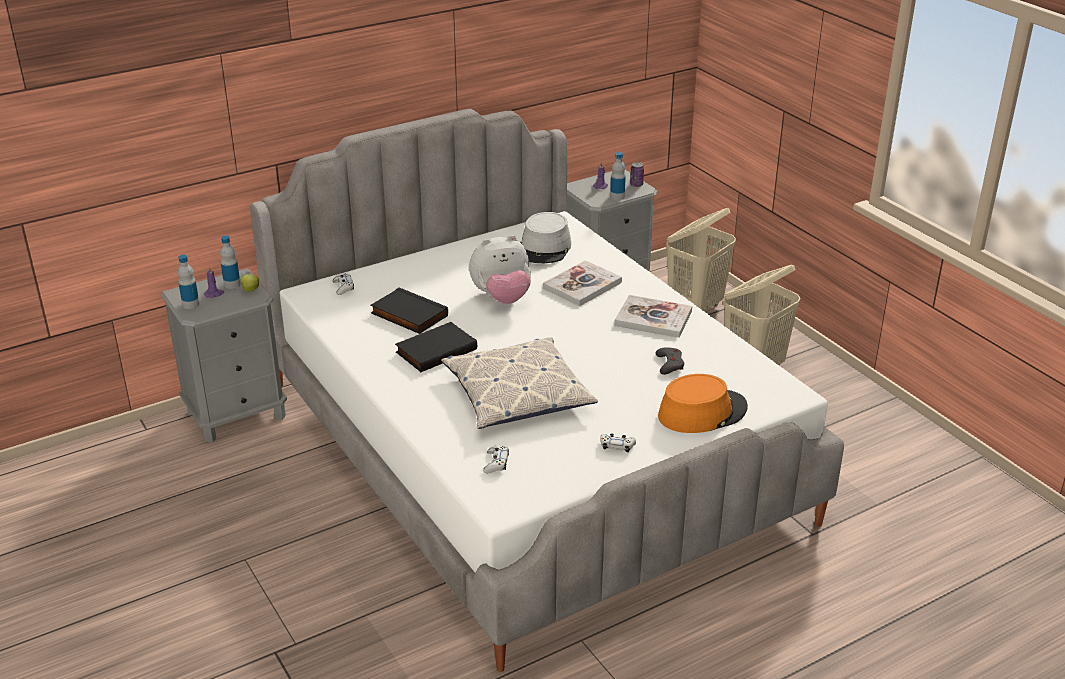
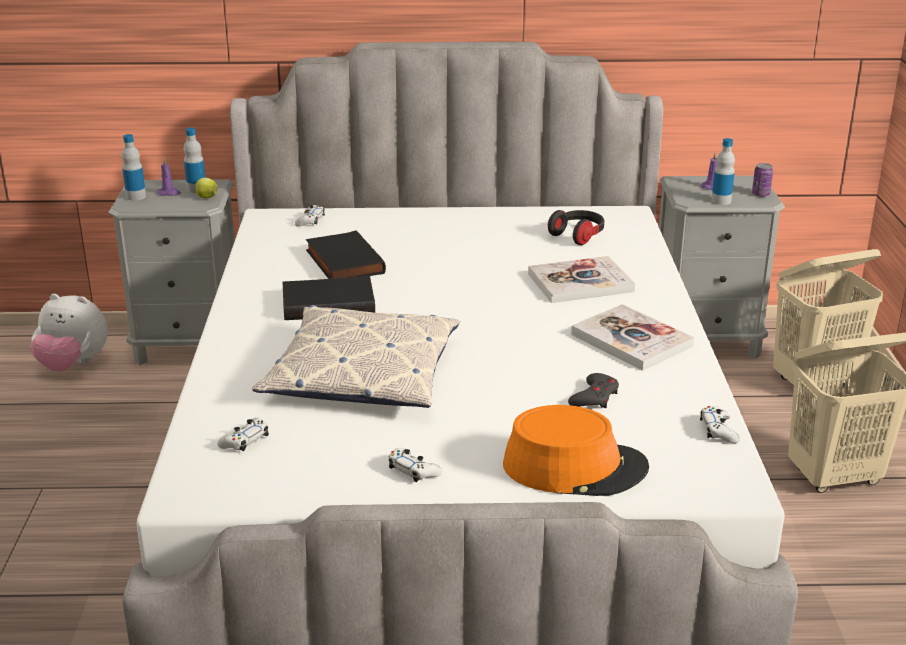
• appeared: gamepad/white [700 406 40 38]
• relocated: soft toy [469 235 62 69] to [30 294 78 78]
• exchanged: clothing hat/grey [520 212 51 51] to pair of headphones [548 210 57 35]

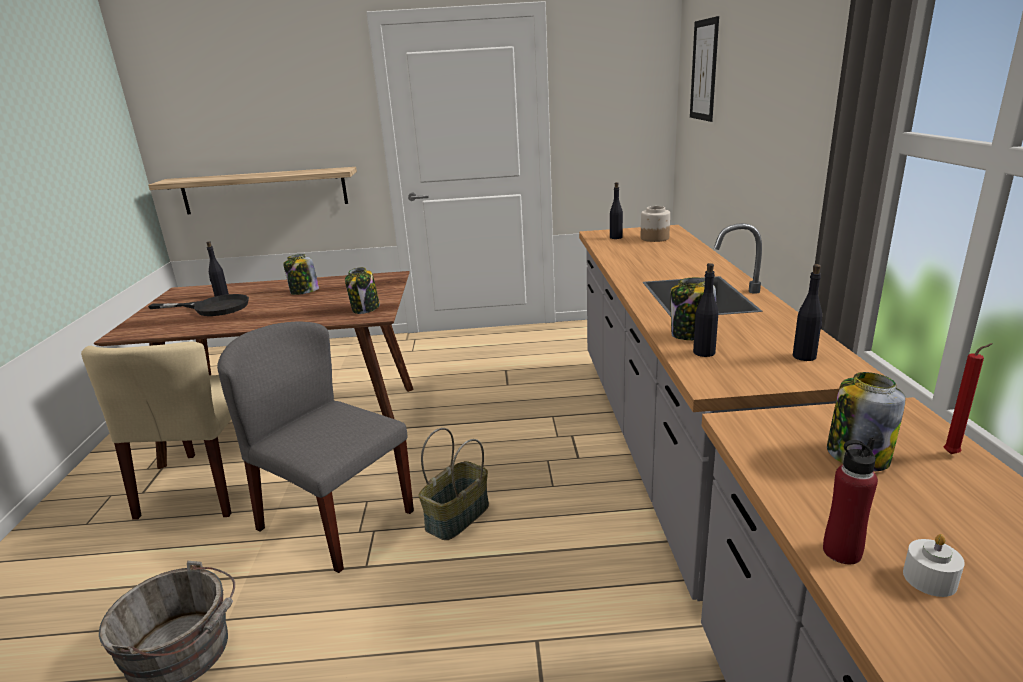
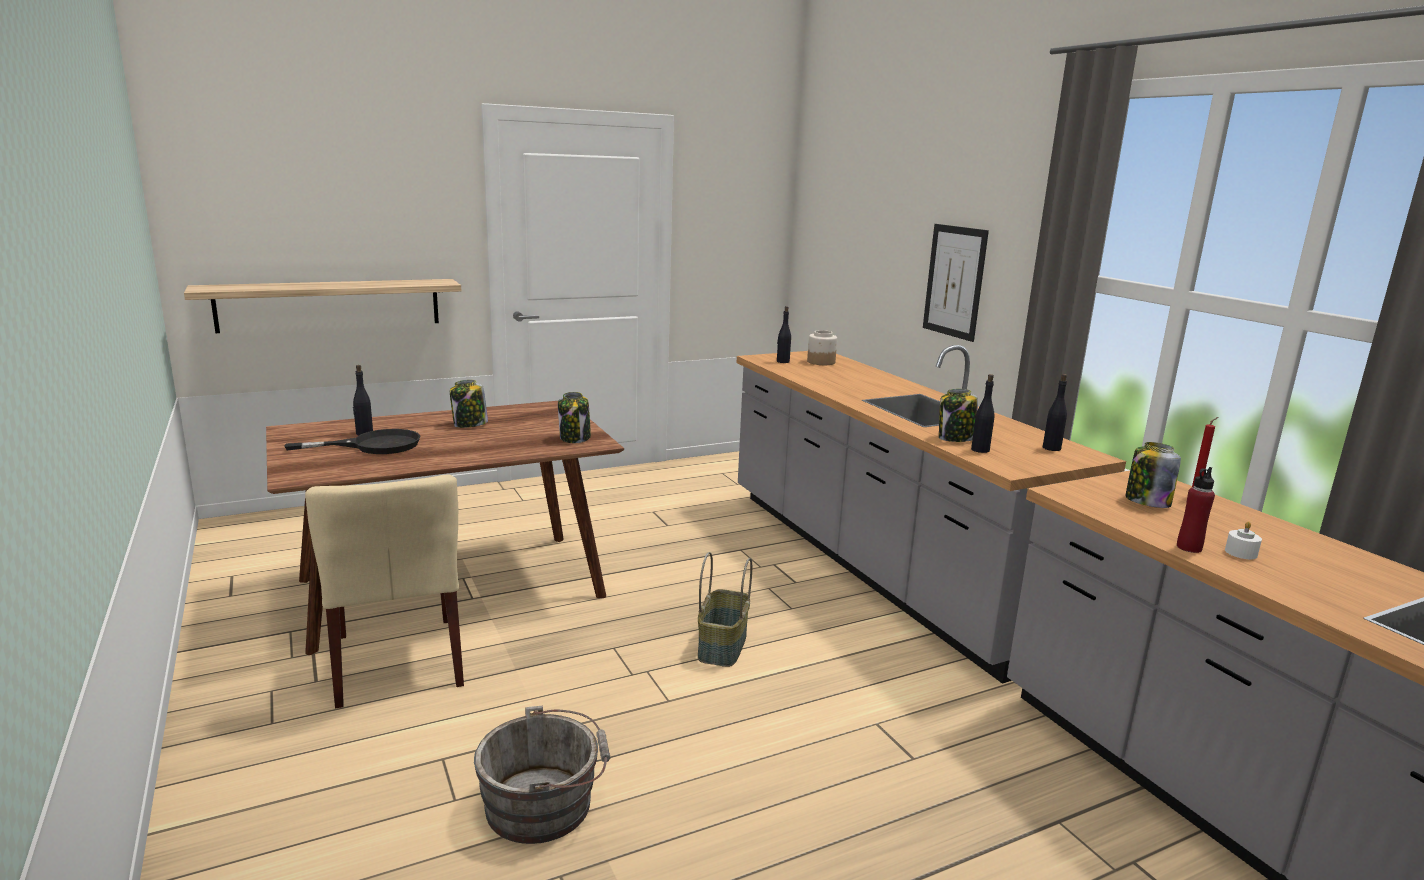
• missing: plain chair/grey [217 321 197 252]
• relocated: wall art [690 16 29 106] to [923 224 66 118]

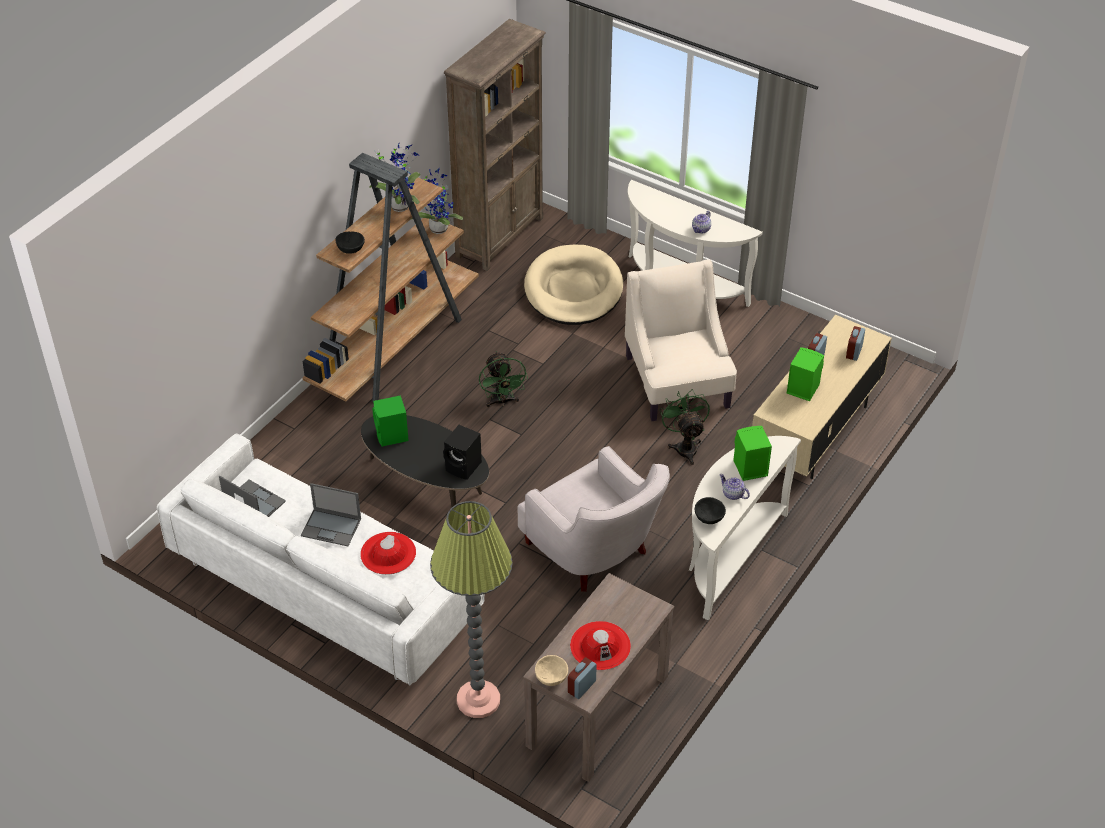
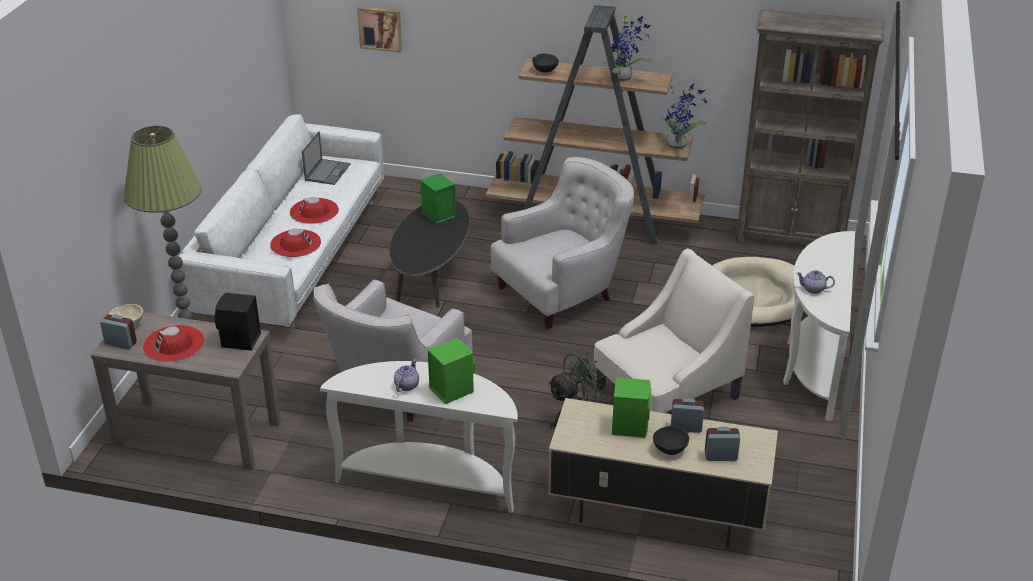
• appeared: wall art [357 6 45 47]
• relocated: loudspeaker/black [443 425 39 55] to [215 292 46 59]
• relocated: bowl/black [695 497 31 27] to [653 426 36 29]
• exchanged: portable computer [301 483 60 63] to clothing hat/reddish [290 197 49 27]
• exchanged: cooling fan/green-coloured [479 351 49 56] to armchair/white [491 157 143 172]

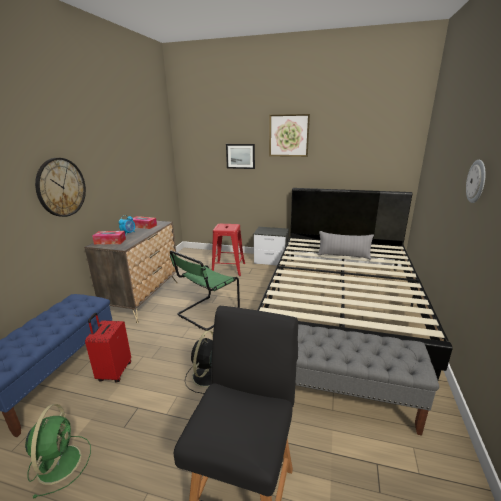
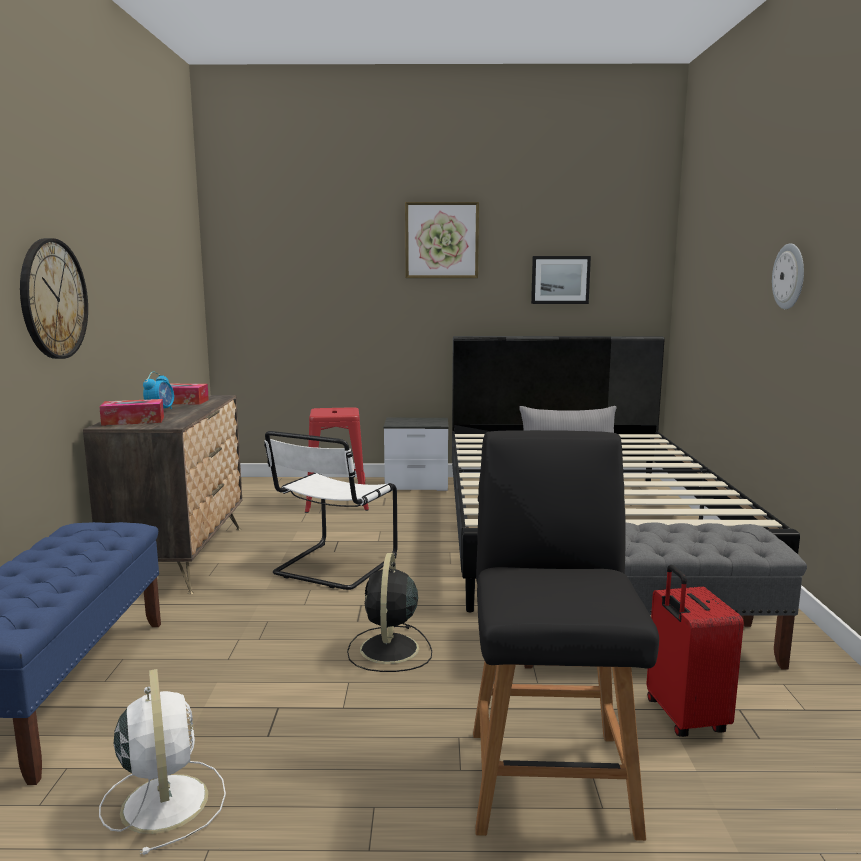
• relocated: travel case/reddish [85 313 46 69] to [647 565 97 172]
• relocated: wall art [226 144 29 25] to [531 256 60 48]
• colour: cooling fan/green-coloured [25 404 66 94] to cooling fan/white [99 669 127 186]
• colour: plain chair/green-coloured [170 250 70 81] to plain chair/white [264 431 134 159]

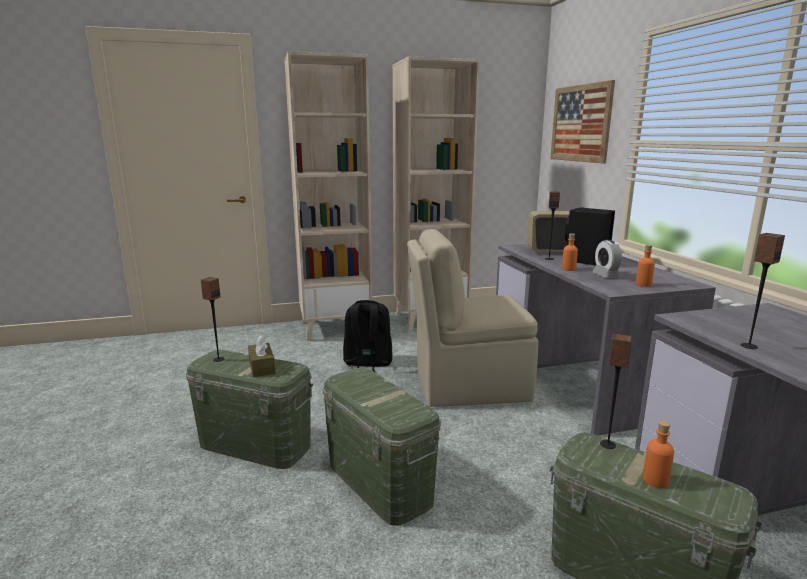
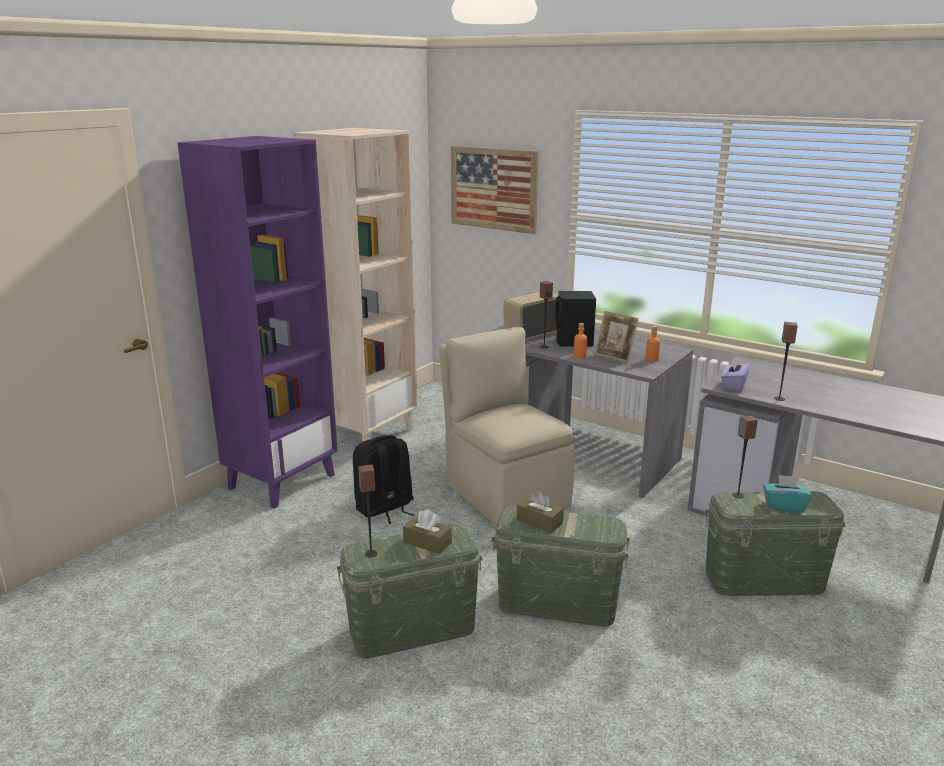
• appeared: box of tissues/brown-coloured [517 491 47 42]
• appeared: box of tissues/purplish [721 357 29 35]
• exchanged: alarm clock [592 240 30 38] to standing frame [595 311 44 51]
• exchanged: bottle/orange [643 421 31 67] to box of tissues/blue-green [763 475 49 38]
• colour: shelving unit/sand-coloured [285 51 87 290] to shelving unit/purplish [177 136 161 373]
• spun: plain chair/sand-coloured [407 229 132 178] = [439 326 136 200] 105 degrees clockwise

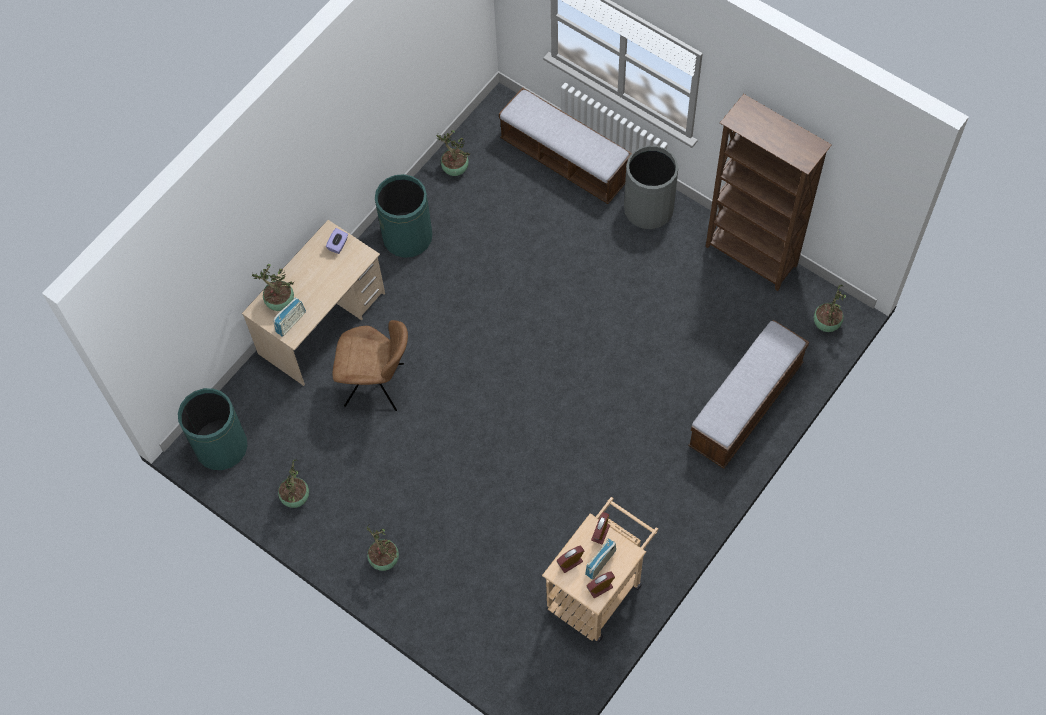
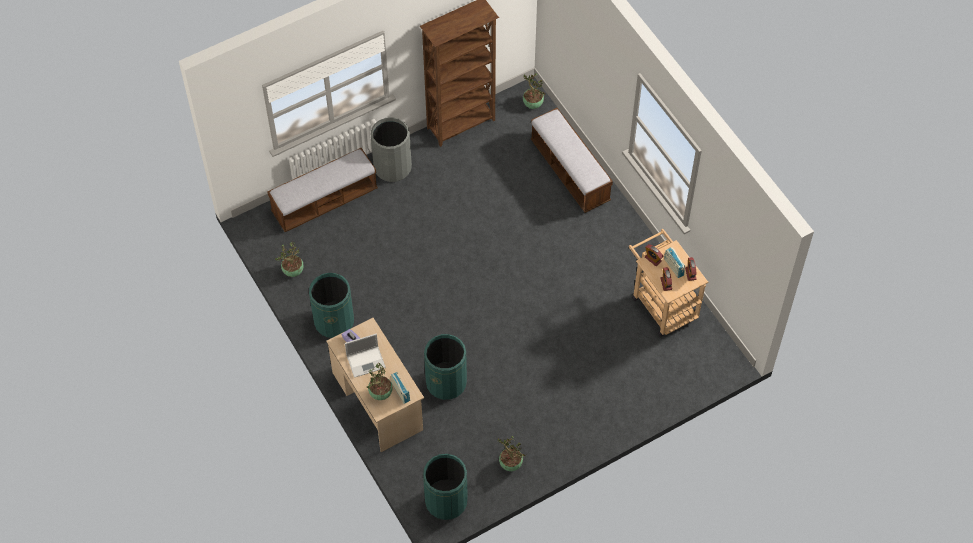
• missing: potted plant [366 524 33 47]
• appeared: portable computer [345 334 41 44]
• exchanged: plain chair/brown-coloured [333 320 75 91] to trash can/green-coloured [424 334 43 66]

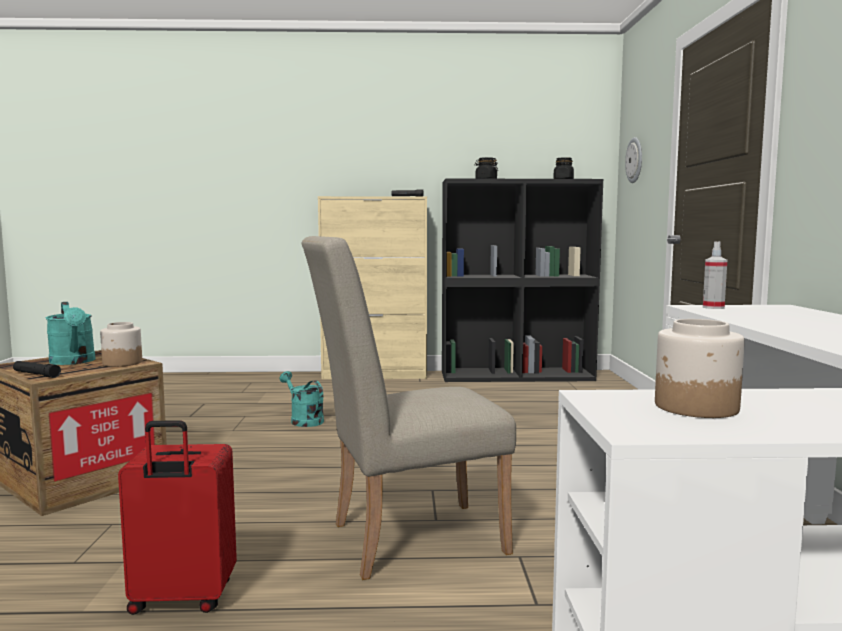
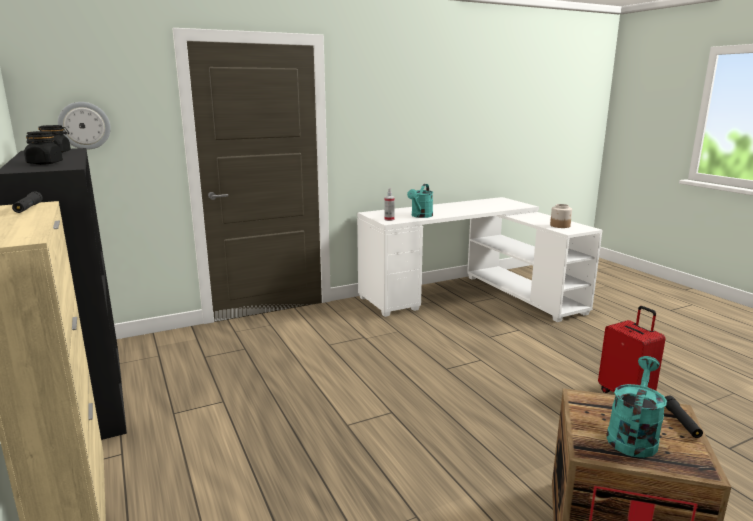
• missing: jar [100 322 42 45]
• missing: plain chair/sand-coloured [302 236 214 344]
• relocated: watering pot/blue-green [280 371 44 56] to [407 184 26 34]

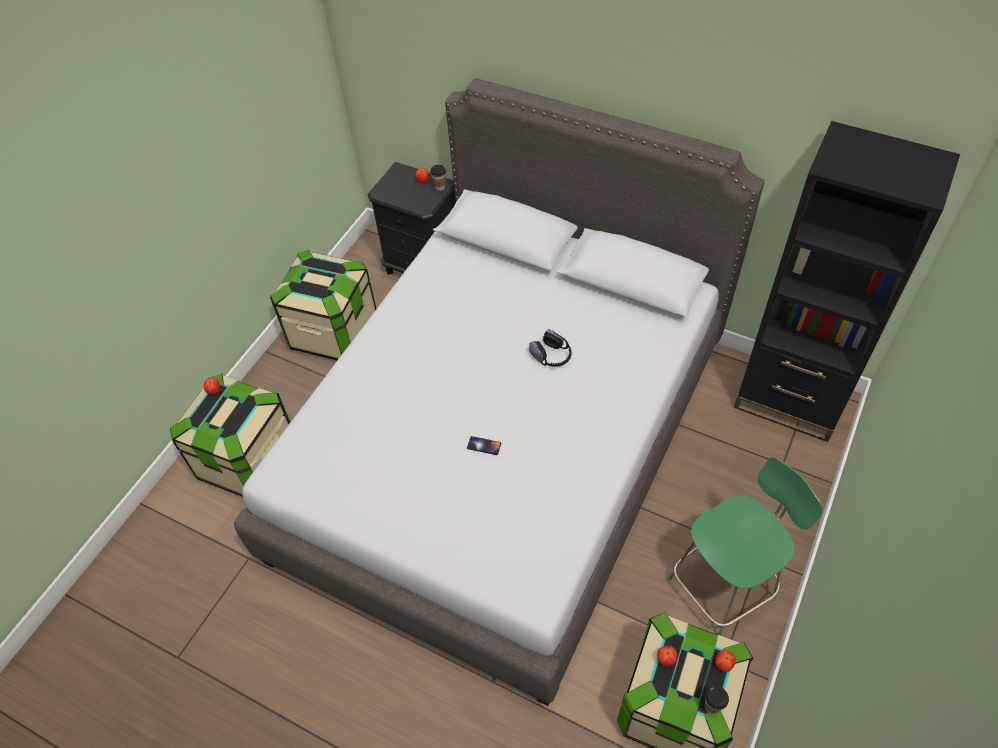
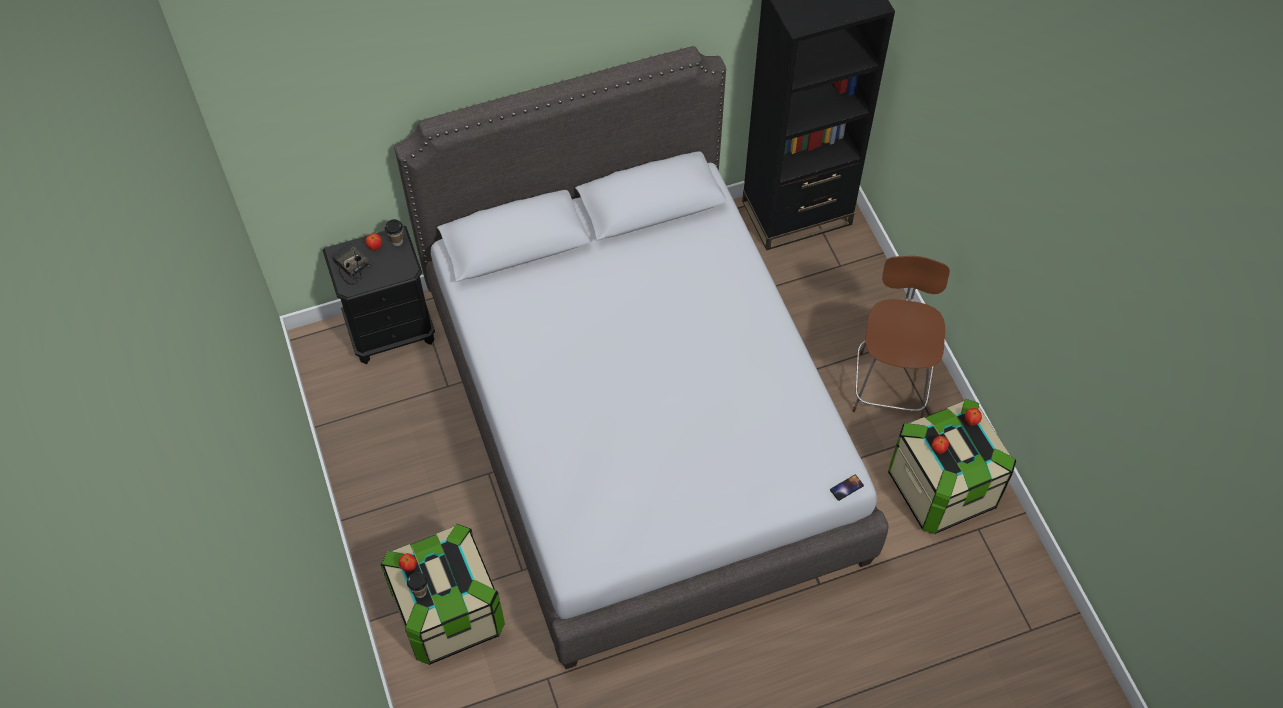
• missing: storage container [270 249 107 111]
• missing: pair of headphones [529 329 43 38]
• appeared: radio [332 243 39 42]
• relocated: phone [467 436 34 19] to [830 475 34 26]
• relocated: small cup [705 686 24 28] to [407 572 20 26]
• colour: plain chair/green-coloured [669 457 154 178] to plain chair/brown-coloured [853 256 97 162]

